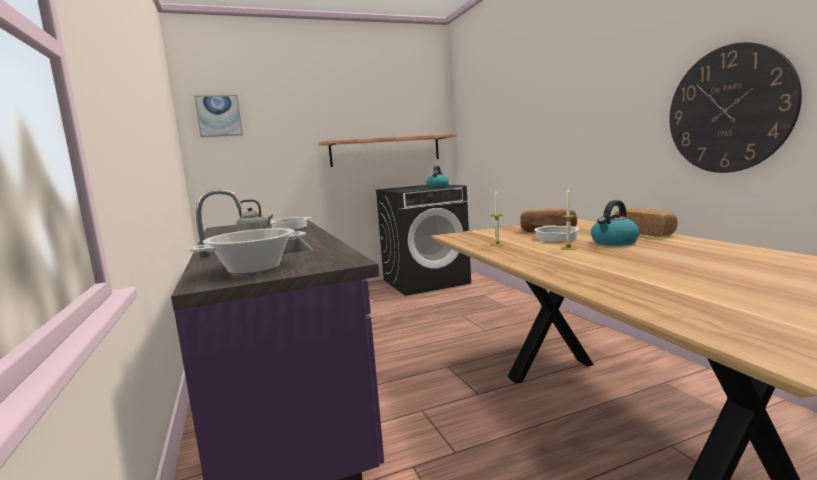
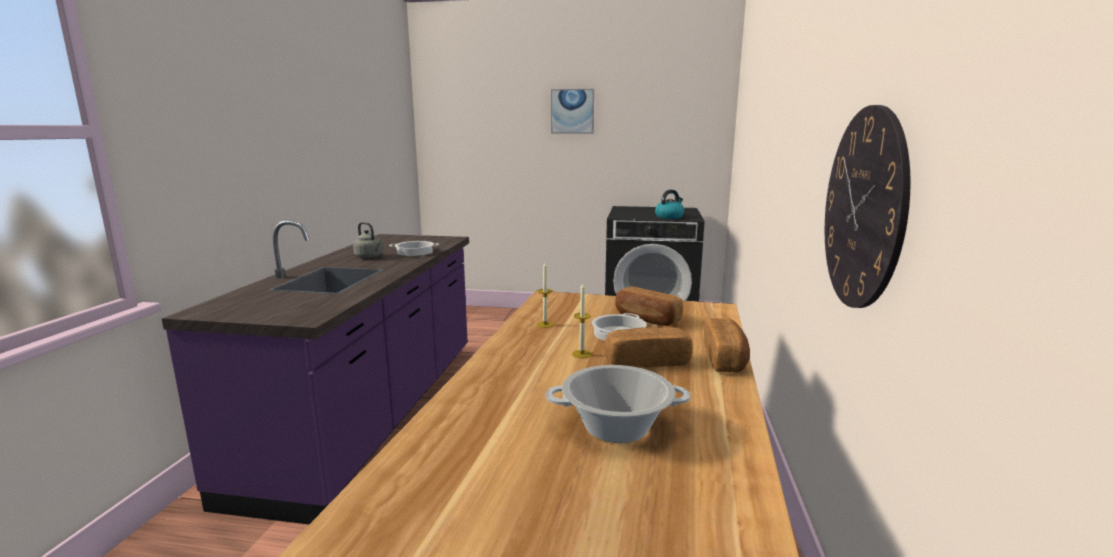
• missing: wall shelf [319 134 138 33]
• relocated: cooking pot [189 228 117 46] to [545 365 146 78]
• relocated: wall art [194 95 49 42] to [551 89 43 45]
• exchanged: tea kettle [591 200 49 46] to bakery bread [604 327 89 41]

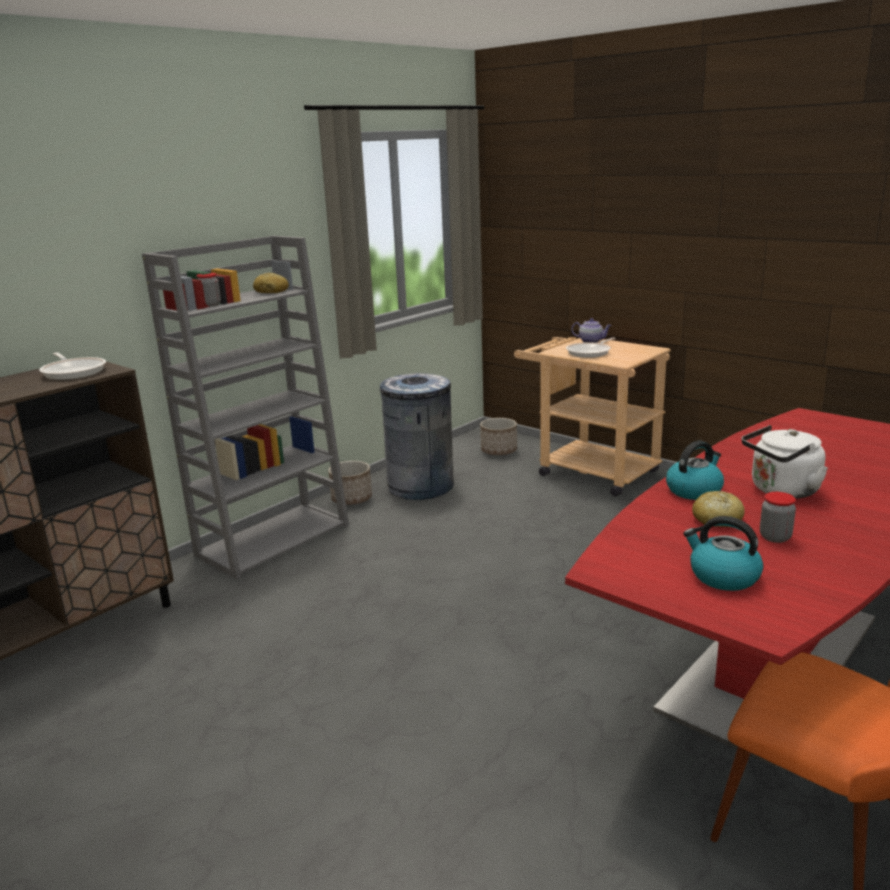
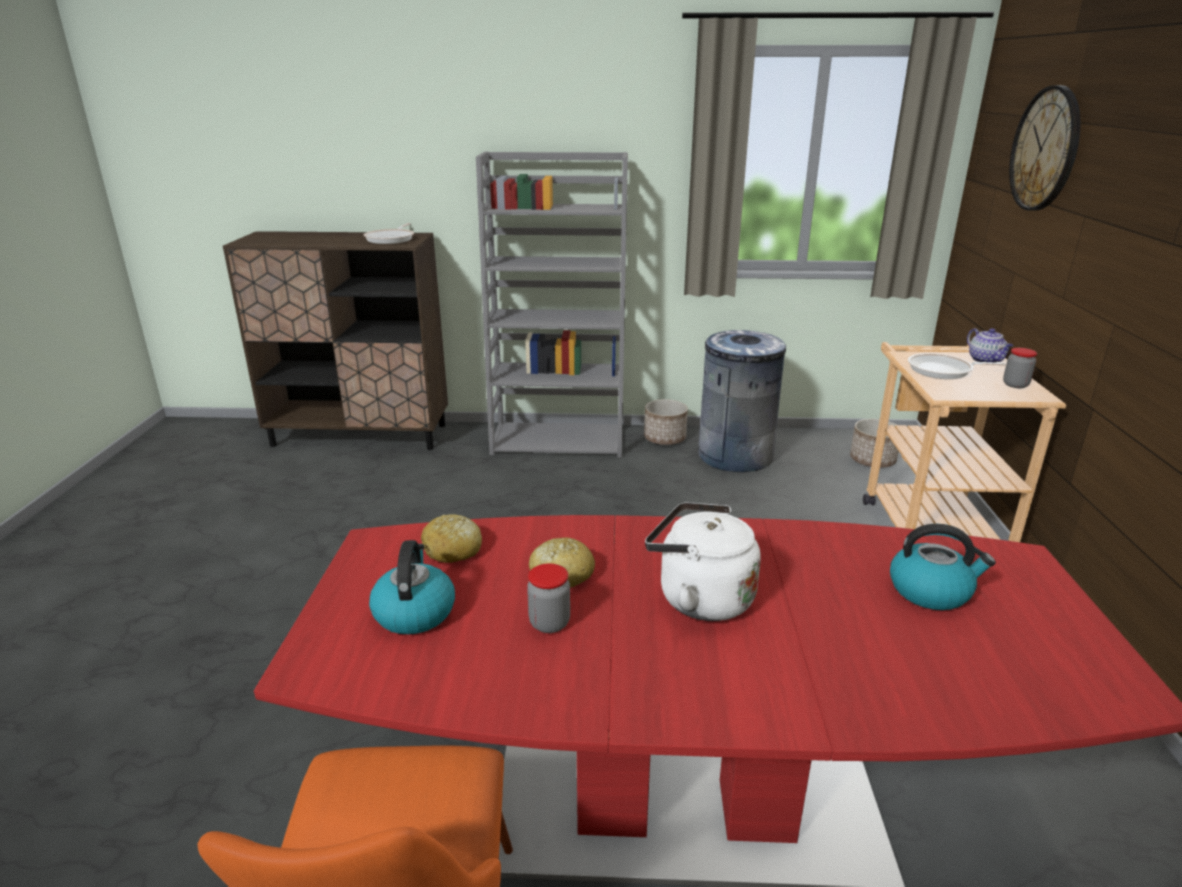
• appeared: clock on the wall [1009 85 71 126]
• relocated: jar [196 273 25 34] to [1003 348 34 40]
• relocated: bakery bread [253 273 36 20] to [421 514 61 49]
• relocated: tea kettle [666 441 58 59] to [890 524 106 86]

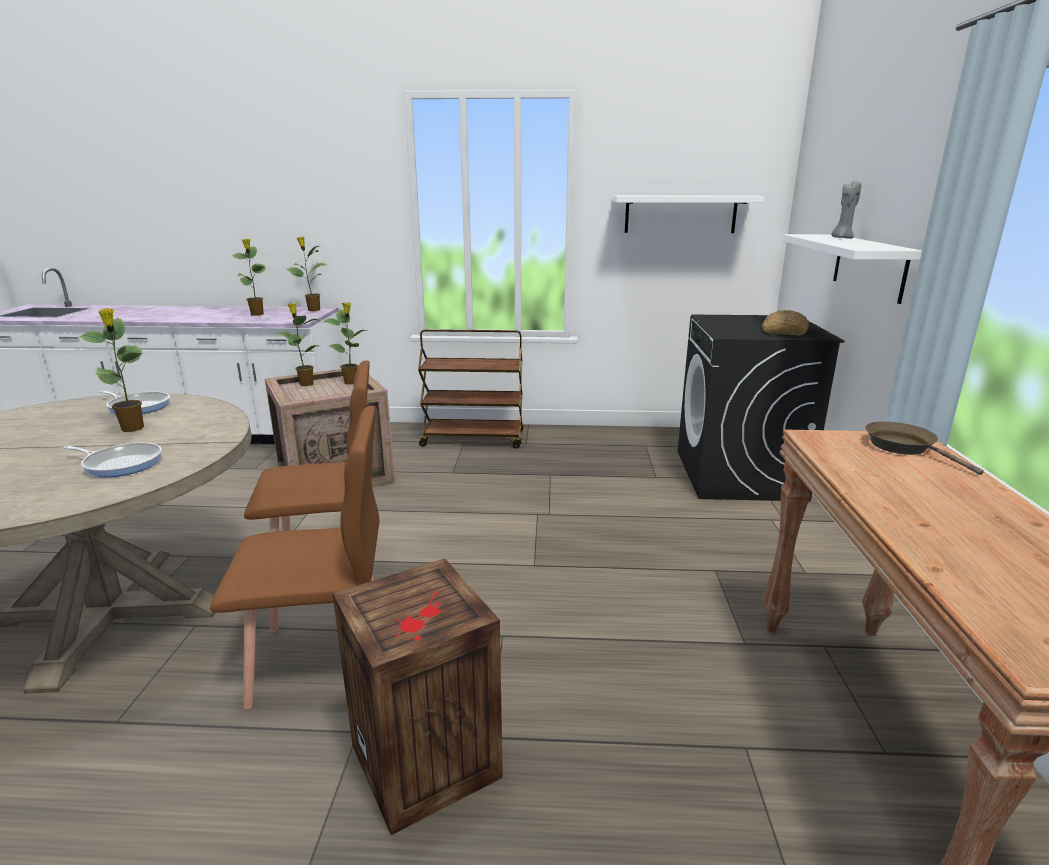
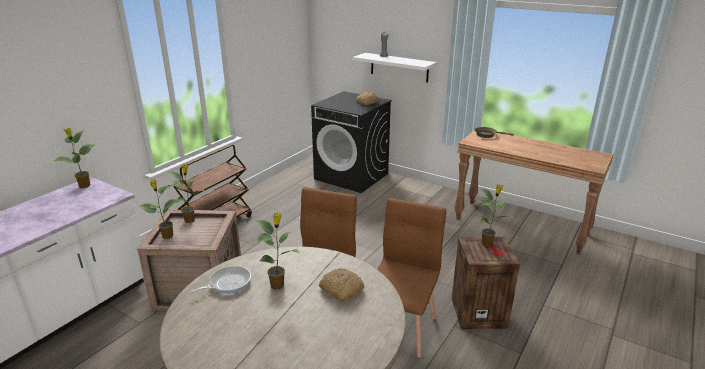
• missing: wall shelf/white [613 195 152 38]
• relocated: potted plant [232 239 34 77] to [476 184 37 63]
• exchanged: skillet [63 443 99 34] to bakery bread [319 268 45 33]

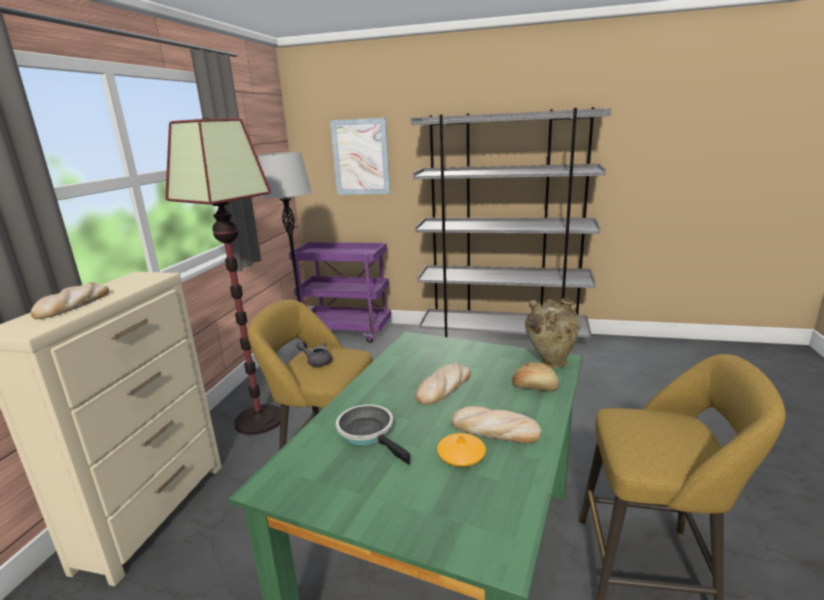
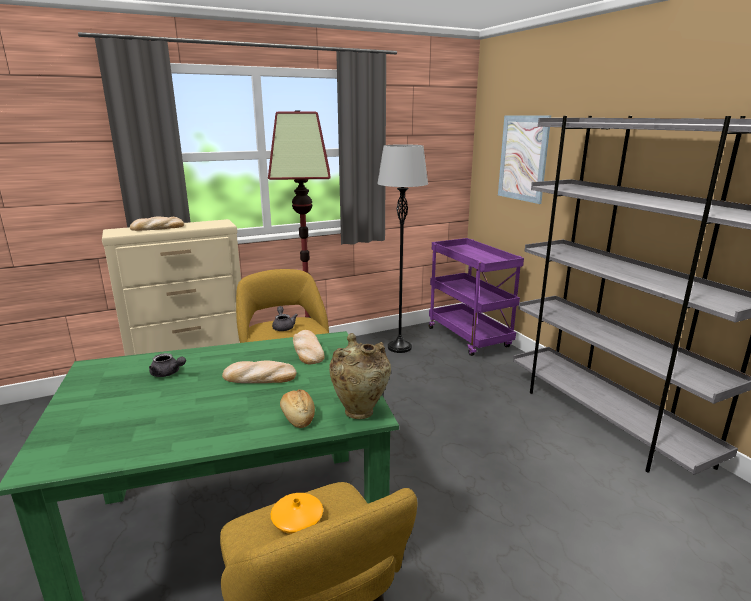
• relocated: flower vase/orange [437 433 49 34] to [271 493 52 41]
• relocated: bakery bread [451 406 91 37] to [293 330 32 34]
• exchanged: skillet [336 404 74 61] to pot for tea/grey [149 353 37 24]

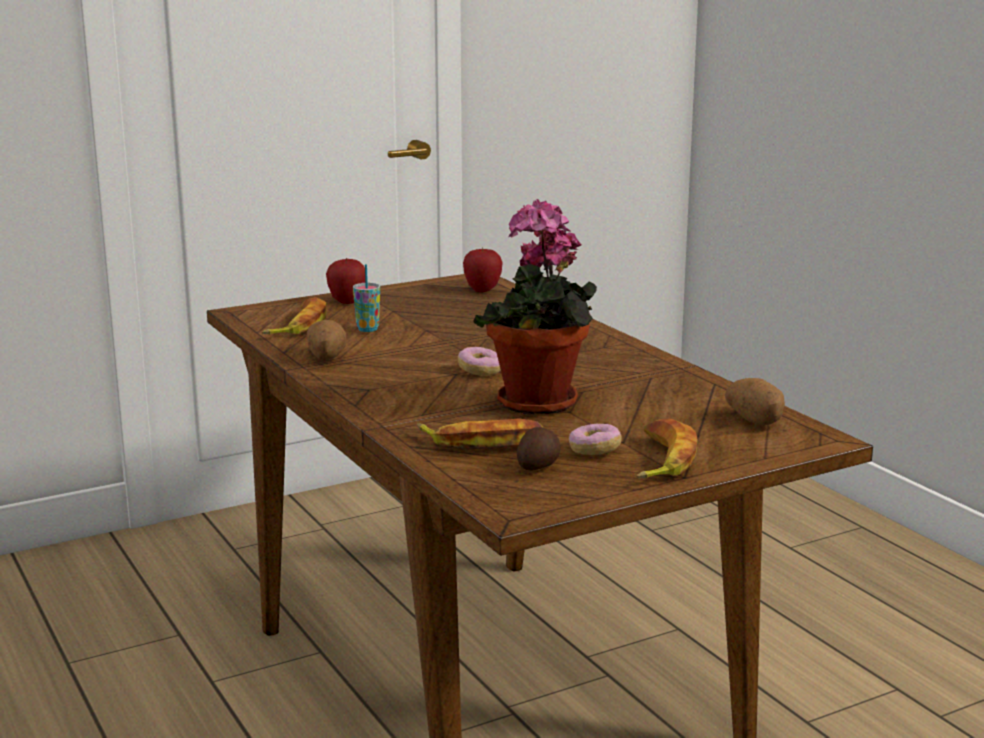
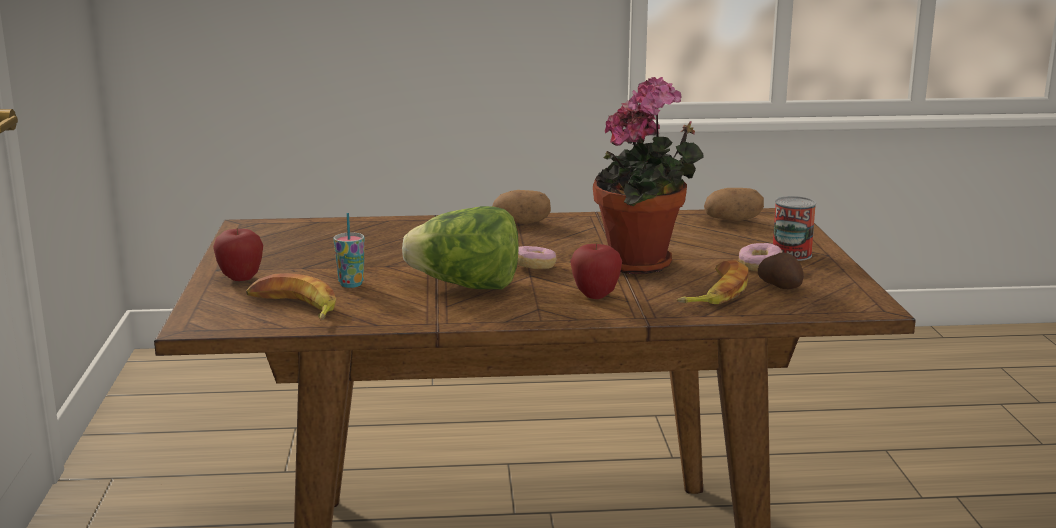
• appeared: head of lettuce [402 206 117 83]
• relocated: potato [307 320 39 40] to [492 190 59 34]
• relocated: apple fruit [463 247 40 45] to [570 243 52 56]
• exchanged: whole banana [636 419 62 60] to metal can [773 196 43 65]

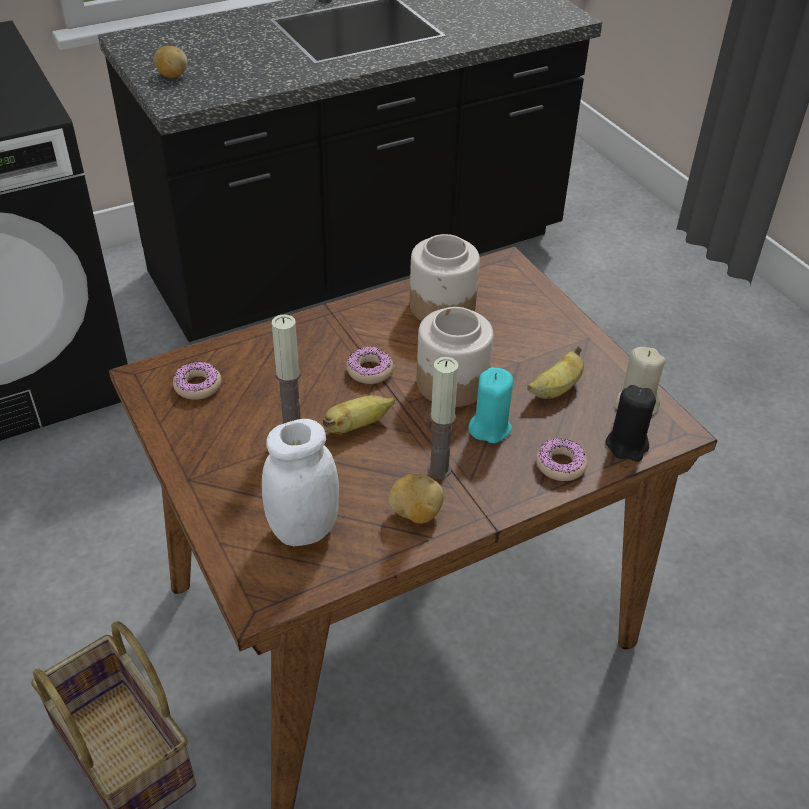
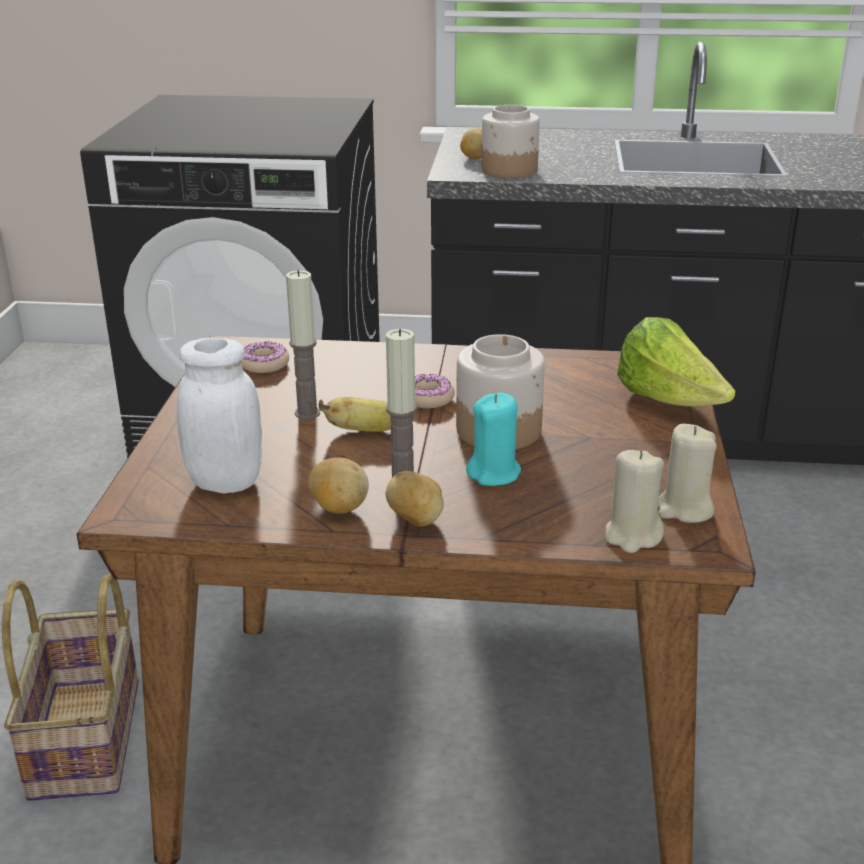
• missing: whole banana [527 346 57 53]
• missing: donut [536 438 52 43]
• appeared: potato [386 471 58 56]
• appeared: head of lettuce [617 317 118 90]
• relocated: jar [410 234 70 87] to [481 105 59 73]
• colour: candle/black [606 385 50 77] to candle/sand-coloured [605 450 59 103]

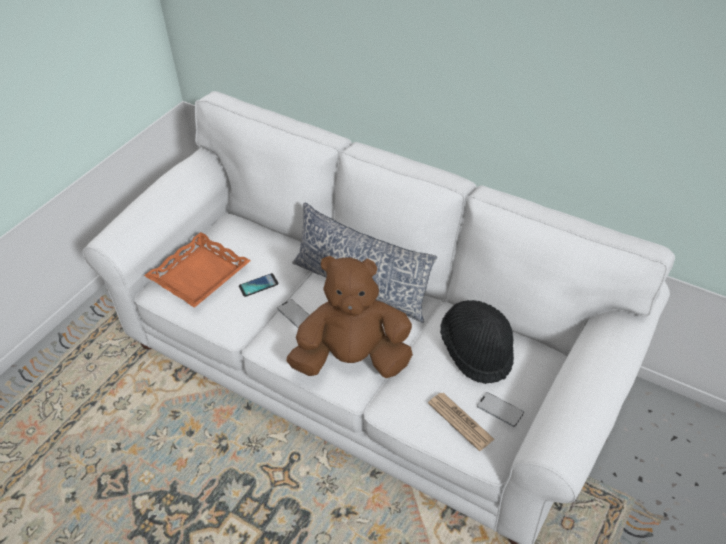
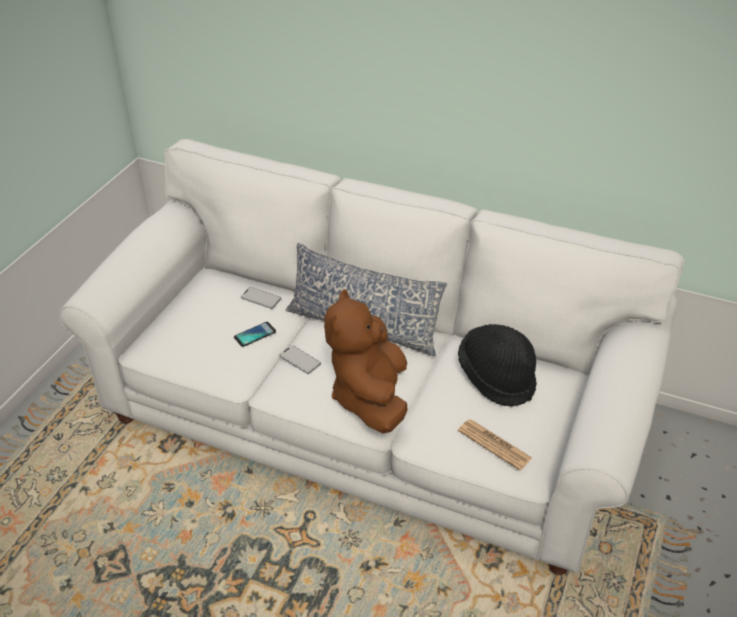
• missing: tray/orange [144 232 107 76]
• relocated: phone [477 392 47 35] to [241 287 40 22]
• spun: soft toy/brown-coloured [287 256 126 122] = [324 289 84 145] 75 degrees counterclockwise

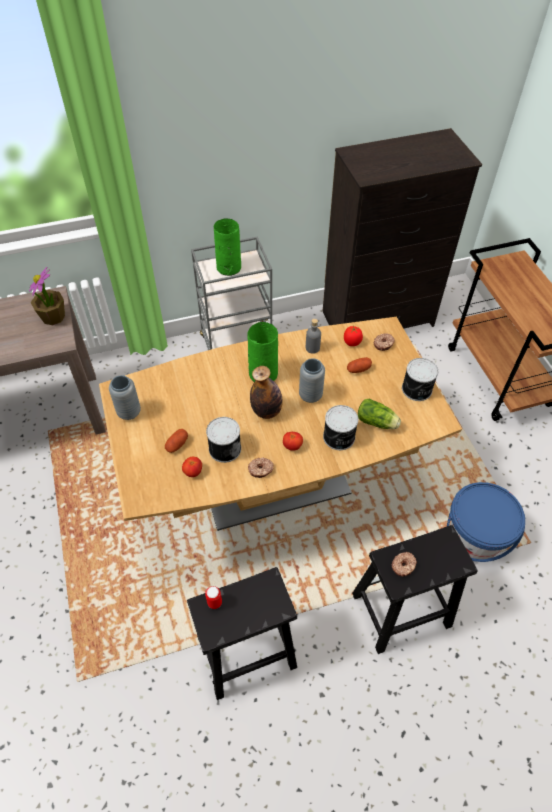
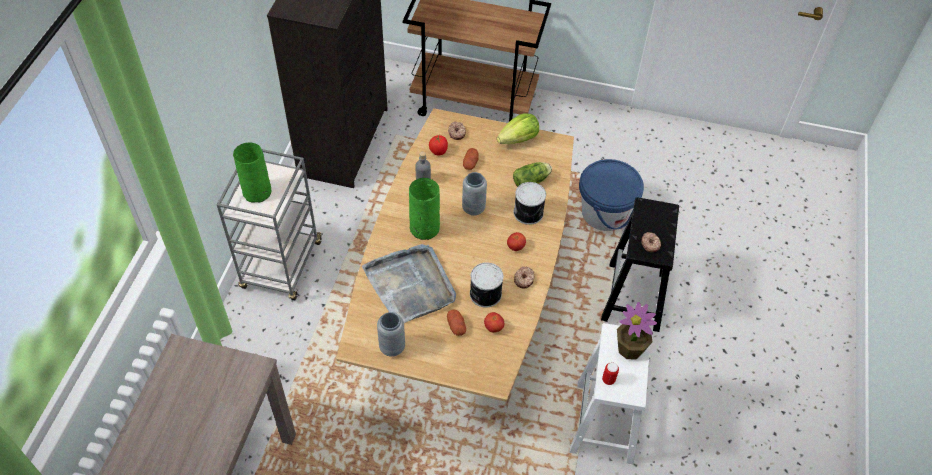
• missing: bottle [250 366 33 53]
• appeared: tray/grey [362 244 94 79]
• relocated: potted plant [29 267 36 58] to [617 302 40 57]
• exchanged: metal can [402 358 36 43] to head of lettuce [497 113 42 31]
• colour: sitting stool/black [187 567 110 133] to sitting stool/white [569 323 81 141]

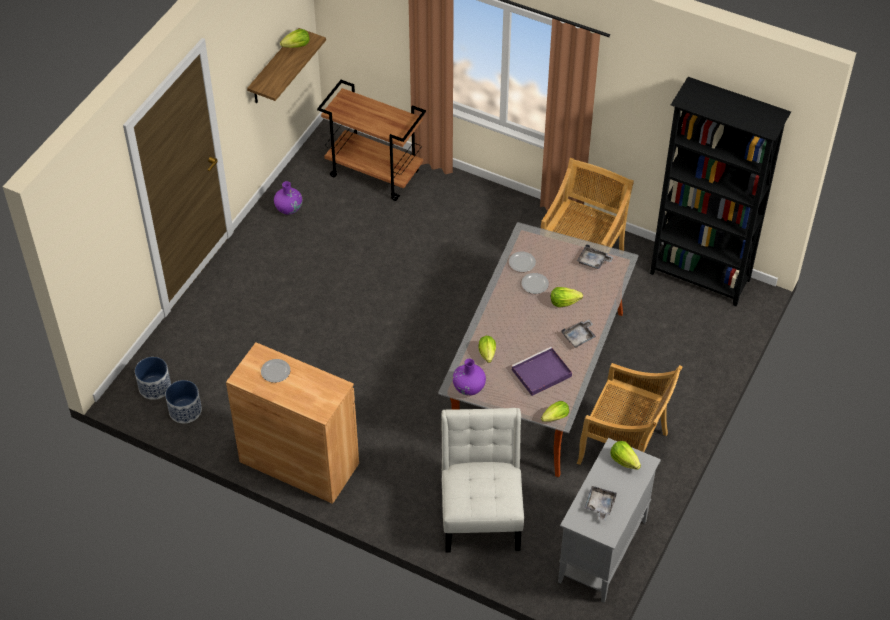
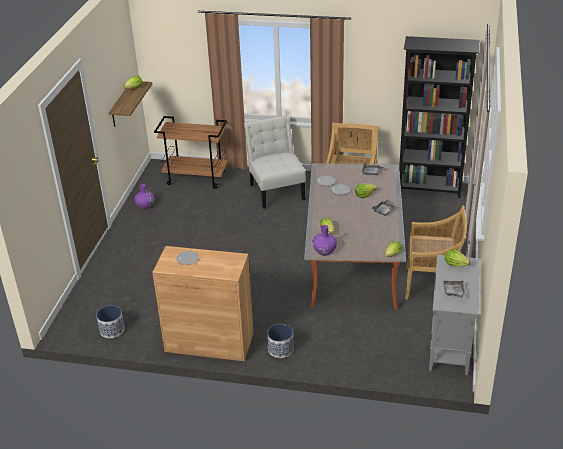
• missing: tray/purplish [511 347 61 49]
• relocated: plant pot [135 357 36 43] to [267 324 27 34]
• relocated: plain chair/white [442 408 82 144] to [244 115 62 94]

